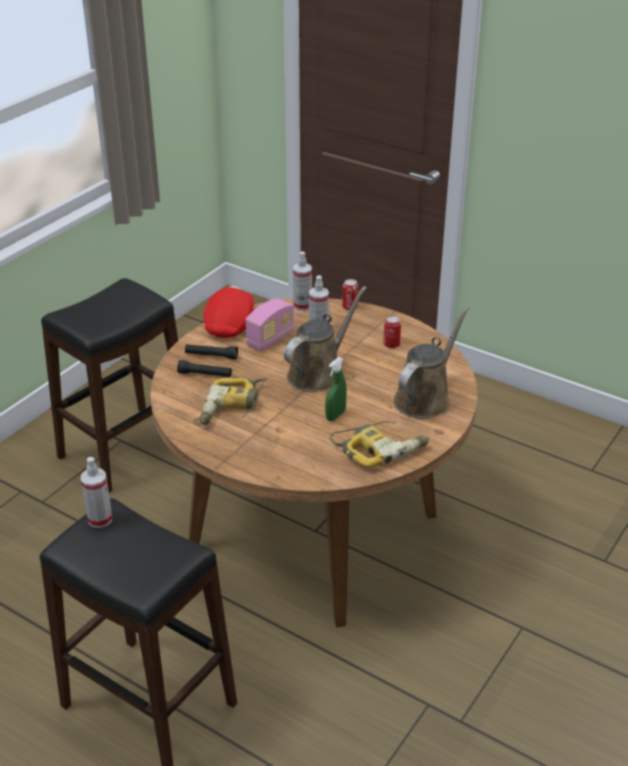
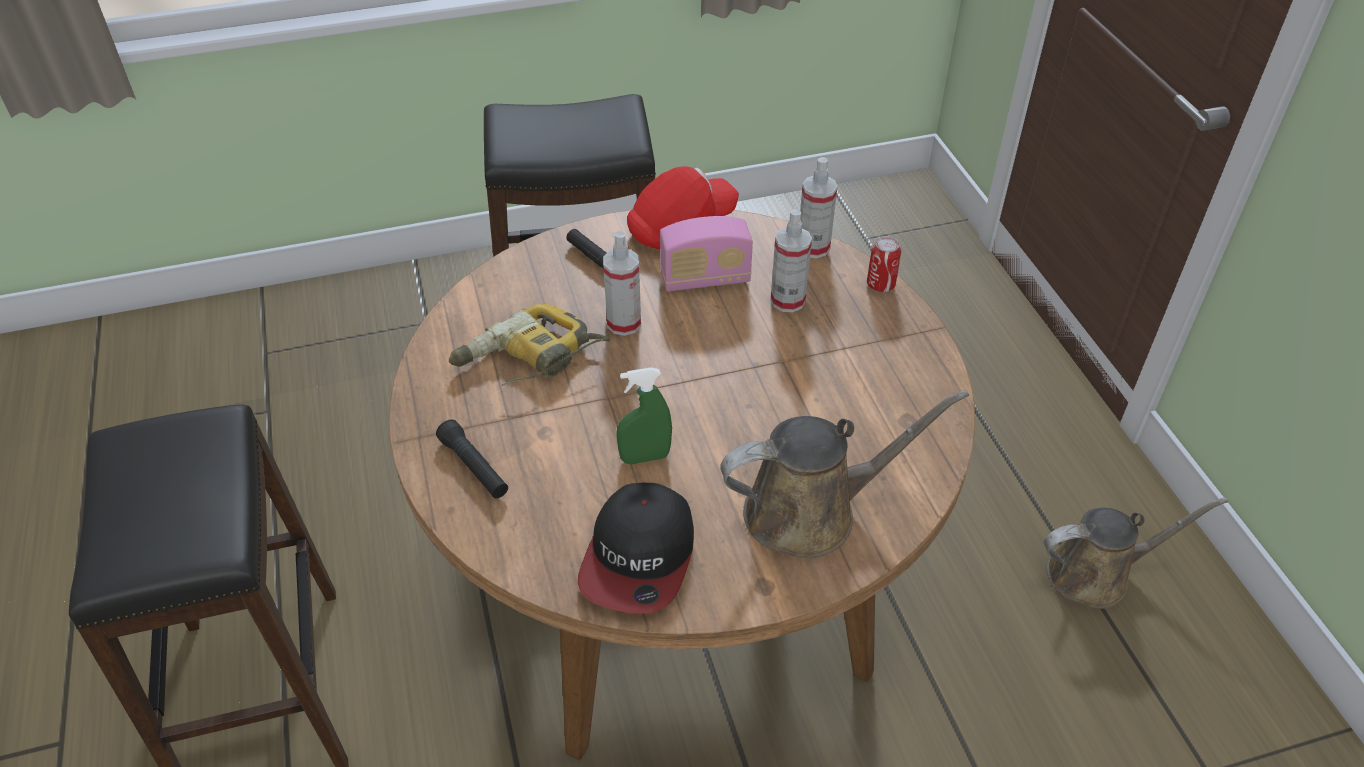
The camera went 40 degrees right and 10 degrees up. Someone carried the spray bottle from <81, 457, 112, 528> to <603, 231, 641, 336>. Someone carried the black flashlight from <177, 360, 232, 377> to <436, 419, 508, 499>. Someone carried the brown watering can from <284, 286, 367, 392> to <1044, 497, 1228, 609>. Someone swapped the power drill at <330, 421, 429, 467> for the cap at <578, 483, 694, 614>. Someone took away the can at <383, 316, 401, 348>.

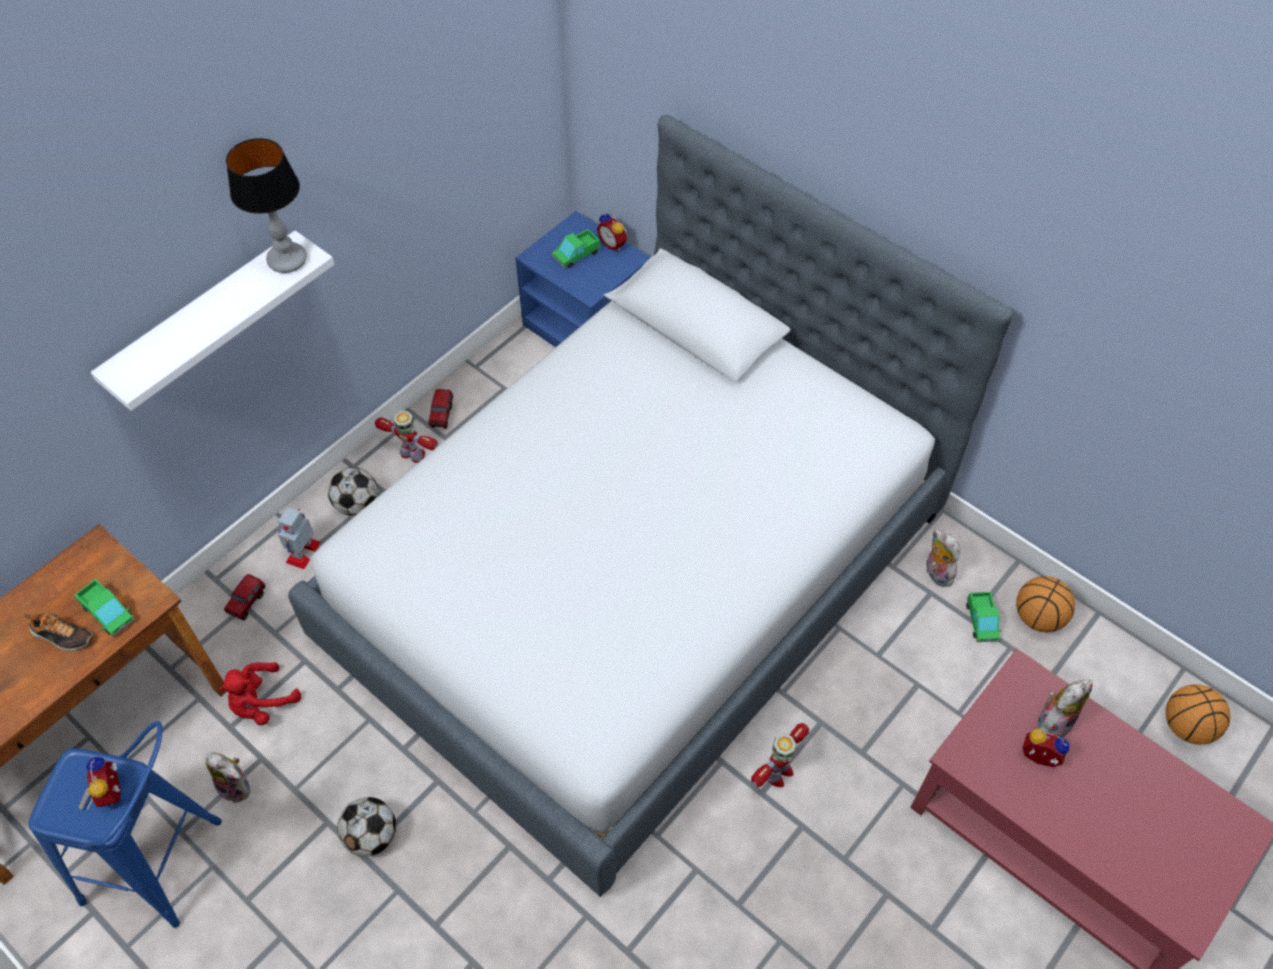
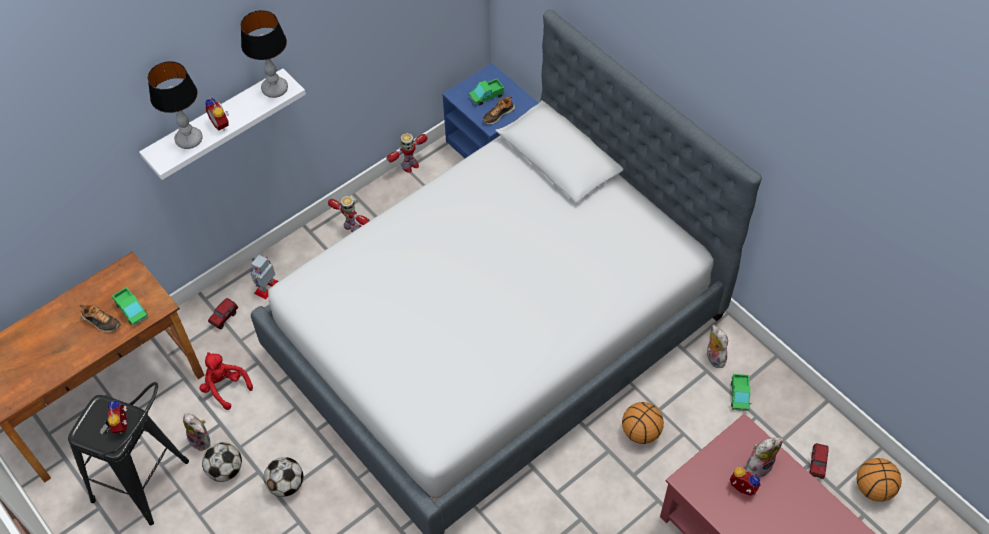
The camera went 10 degrees right and 0 degrees up. Someone repainted the blue stool at <28, 721, 222, 928>, which became the black stool at <68, 382, 189, 525>. Someone rotated the red plush toy at <218, 662, 301, 725> by 75 degrees clockwise. Someone carried the football from <328, 467, 378, 516> to <202, 442, 242, 482>. Someone carried the toy truck from <428, 389, 453, 429> to <809, 443, 829, 479>. Someone carried the alarm clock from <597, 212, 627, 251> to <205, 97, 229, 130>. Someone carried the toy robot from <751, 723, 809, 787> to <386, 133, 428, 173>. Someone carried the basketball from <1016, 576, 1075, 633> to <622, 402, 664, 444>. Someone put down the table lamp at <147, 61, 203, 149>. Someone put down the shoe at <483, 96, 515, 124>.

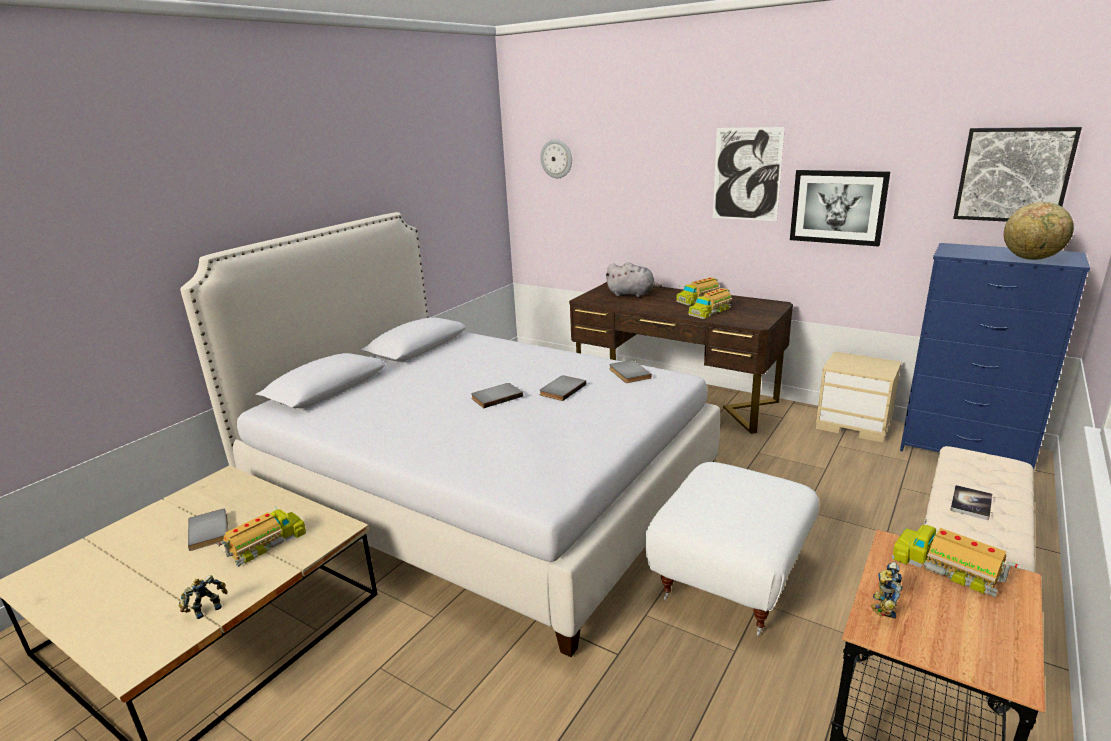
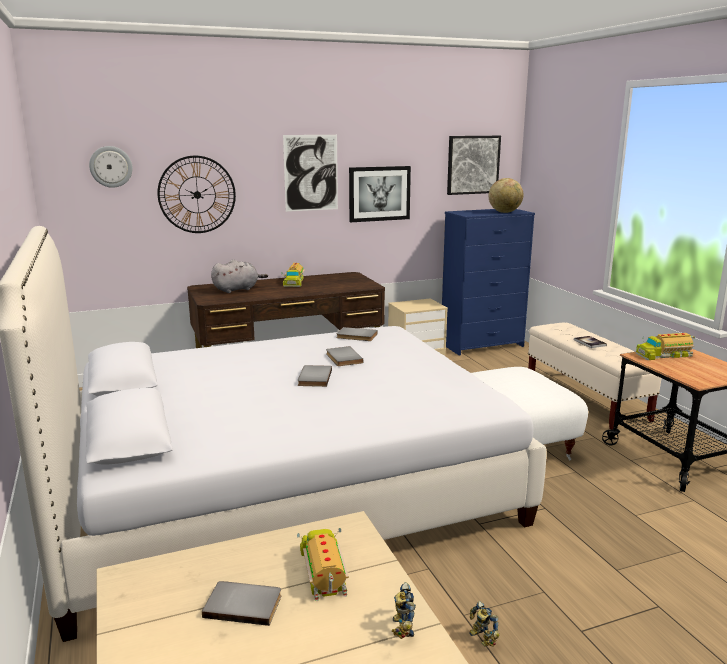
The camera went 55 degrees left and 5 degrees down. Someone took away the toy truck at <688, 288, 733, 319>. Someone carried the toy robot from <871, 562, 903, 619> to <469, 601, 500, 646>. Someone put up the wall clock at <157, 156, 236, 233>.

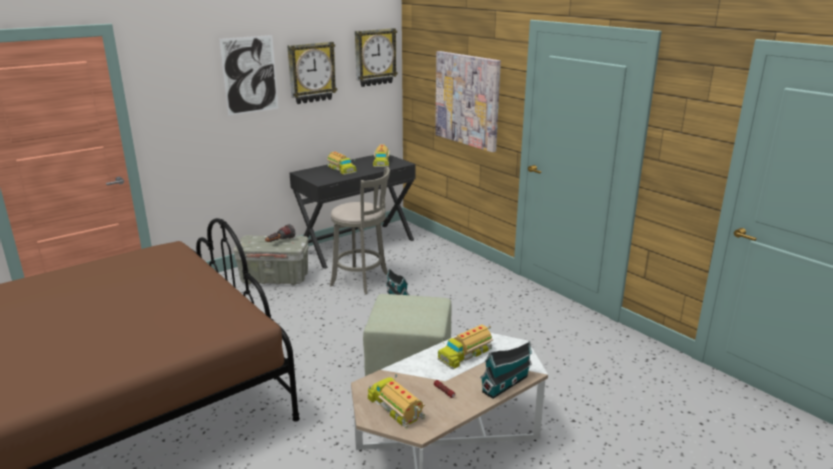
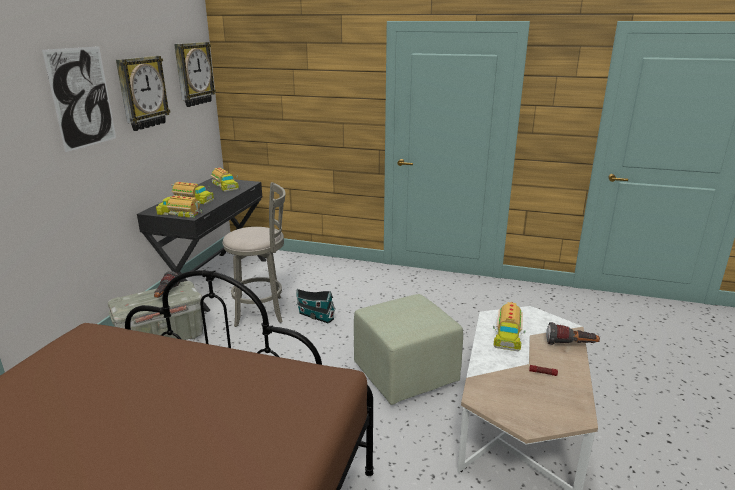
The camera went 35 degrees left and 0 degrees up. Someone carried the toy truck from <368, 374, 425, 428> to <156, 196, 202, 218>. Someone took away the picture at <435, 51, 501, 152>. Someone swapped the toy house at <480, 341, 532, 399> for the flashlight at <546, 322, 600, 345>.

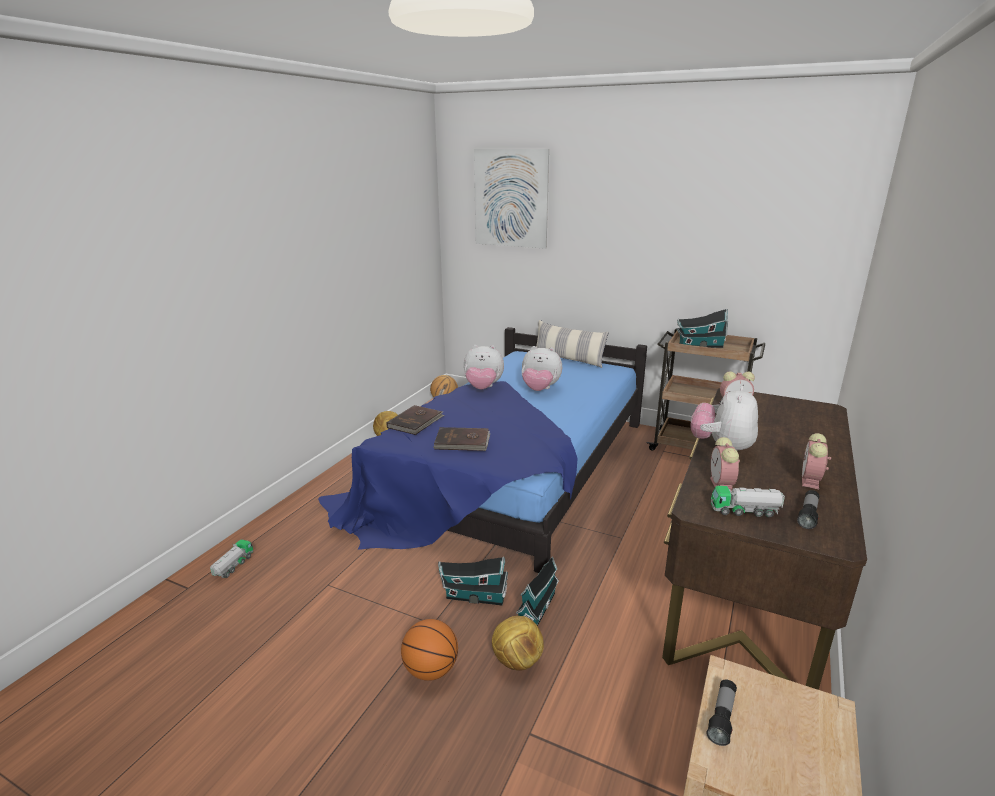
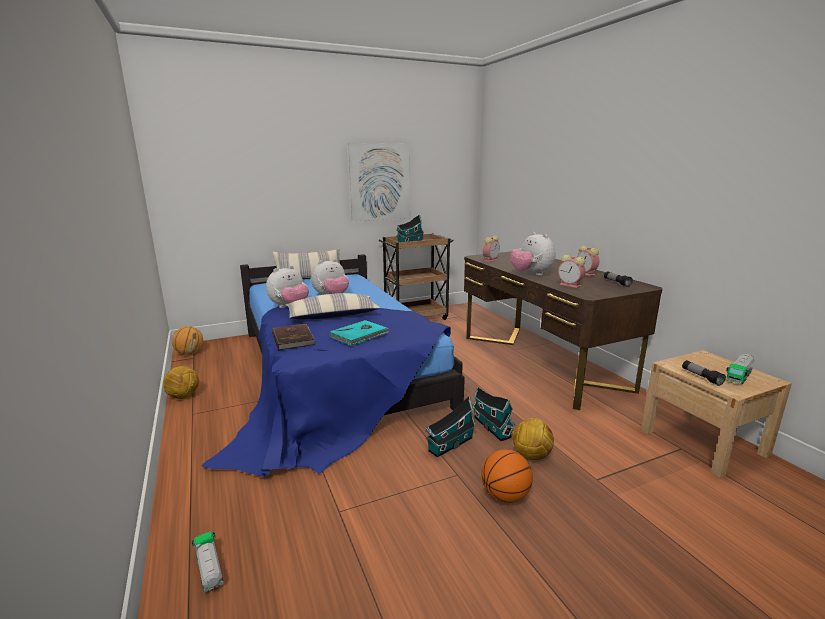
The camera went 50 degrees left and 5 degrees down. Someone repainted the brown book at <433, 427, 490, 451>, which became the turquoise book at <330, 320, 389, 346>. Someone carried the picture from <474, 149, 549, 249> to <348, 143, 410, 221>. Someone carried the toy truck from <711, 486, 785, 517> to <726, 354, 754, 384>. Someone put down the pillow at <285, 293, 380, 320>.

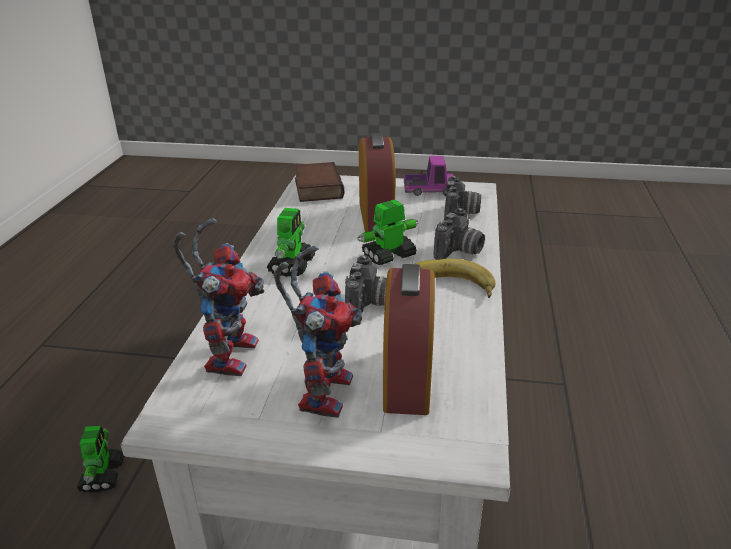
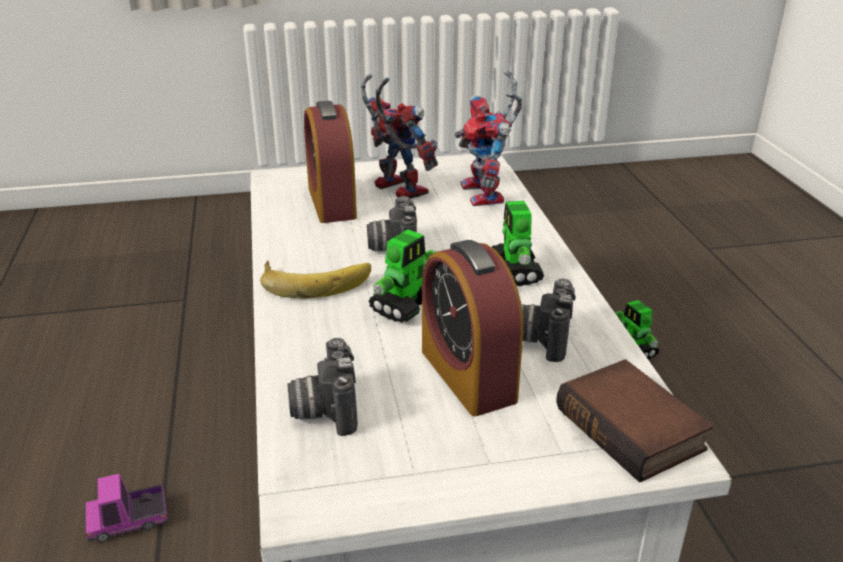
The camera went 160 degrees right and 0 degrees up. Someone rotated the toy robot at <273, 246, 362, 418> by 150 degrees clockwise. Someone carried the toy truck from <404, 156, 454, 196> to <86, 474, 168, 542>. Someone carried the photo camera from <434, 208, 485, 260> to <521, 278, 576, 362>.

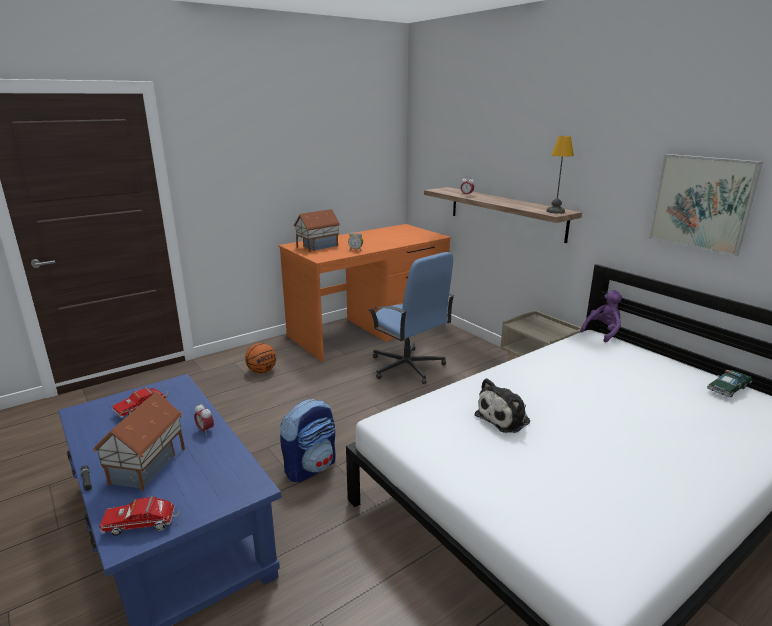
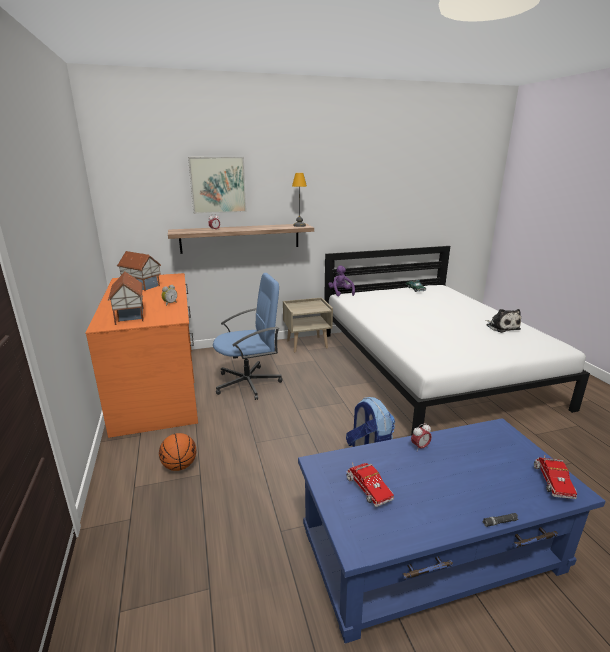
The camera went 70 degrees left and 0 degrees up. Someone carried the toy house from <93, 392, 185, 491> to <117, 251, 161, 291>. Someone carried the plush toy from <475, 378, 530, 433> to <485, 309, 521, 333>. Someone carried the picture from <649, 154, 763, 256> to <188, 157, 247, 214>.

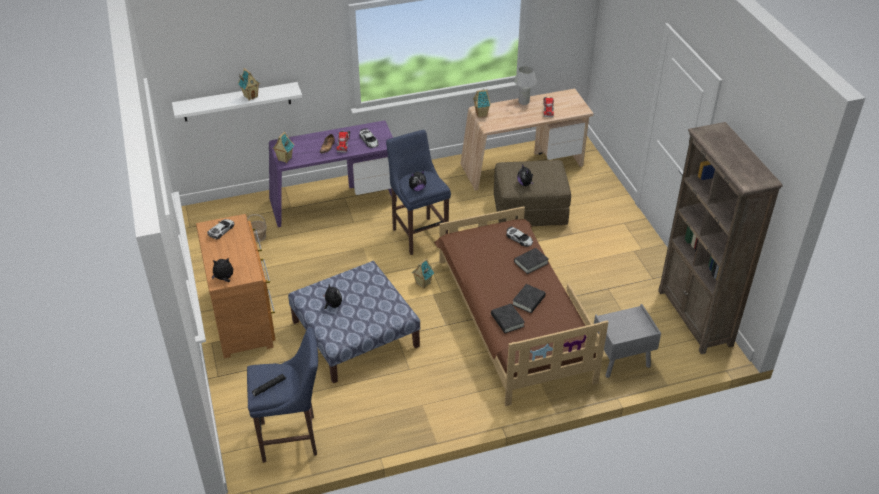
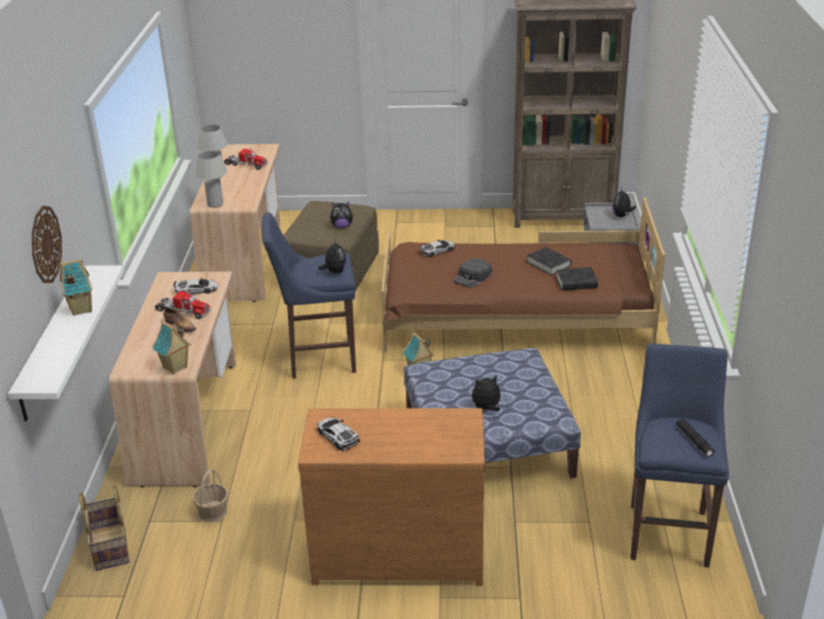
The camera went 70 degrees left and 10 degrees down. Someone carried the plush toy from <212, 258, 233, 282> to <612, 187, 636, 217>. Someone repainted the purple desk at <269, 120, 397, 227>, which became the beige desk at <109, 272, 236, 487>. Someone swapped the toy house at <473, 90, 491, 117> for the white table lamp at <195, 151, 227, 208>. Someone took away the black book at <514, 248, 548, 274>. Someone put up the wall clock at <32, 206, 62, 283>. Someone put down the basket at <79, 484, 130, 571>. Someone put down the black cap at <454, 258, 492, 288>.

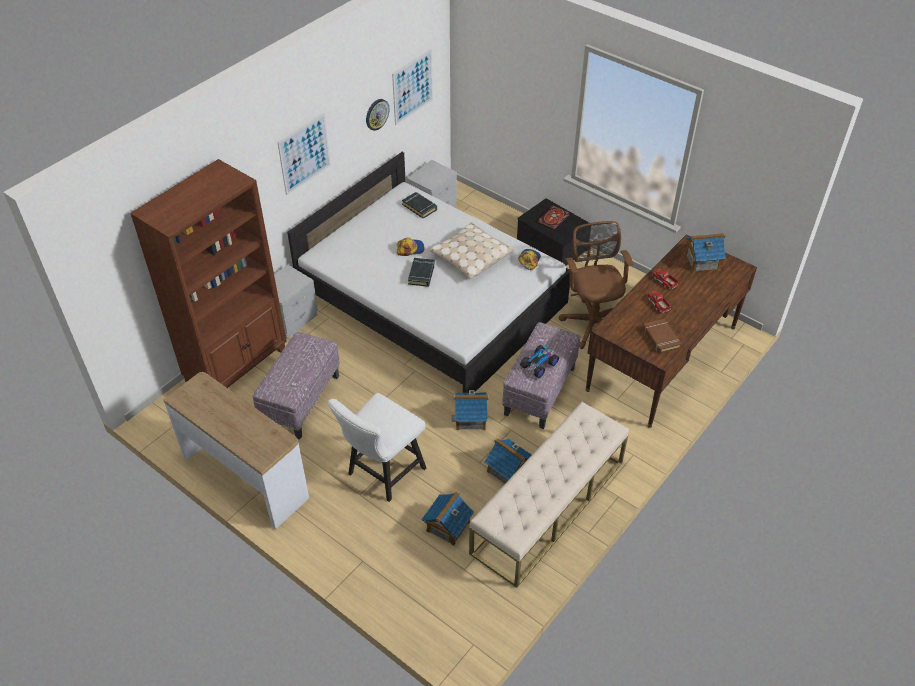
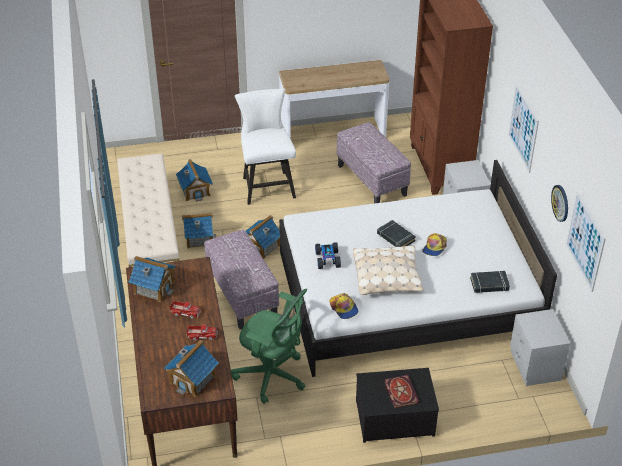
The camera went 130 degrees right and 5 degrees down. Someone carried the toy car from <520, 345, 559, 378> to <315, 242, 341, 269>. Someone repainted the brown office chair at <559, 221, 634, 349>, which became the green office chair at <231, 289, 308, 404>. Someone swapped the brown book at <643, 319, 681, 354> for the toy house at <129, 256, 176, 302>.

